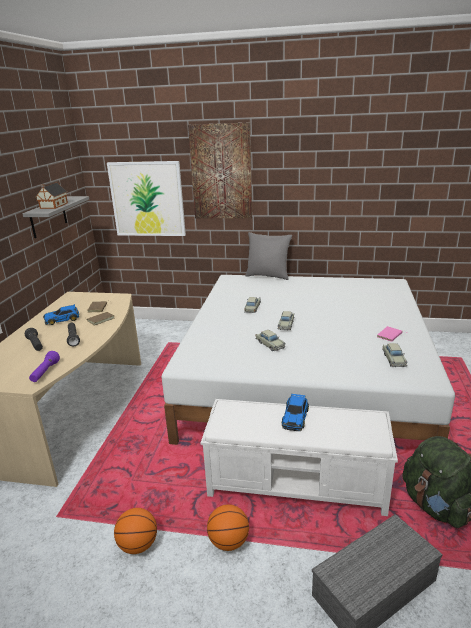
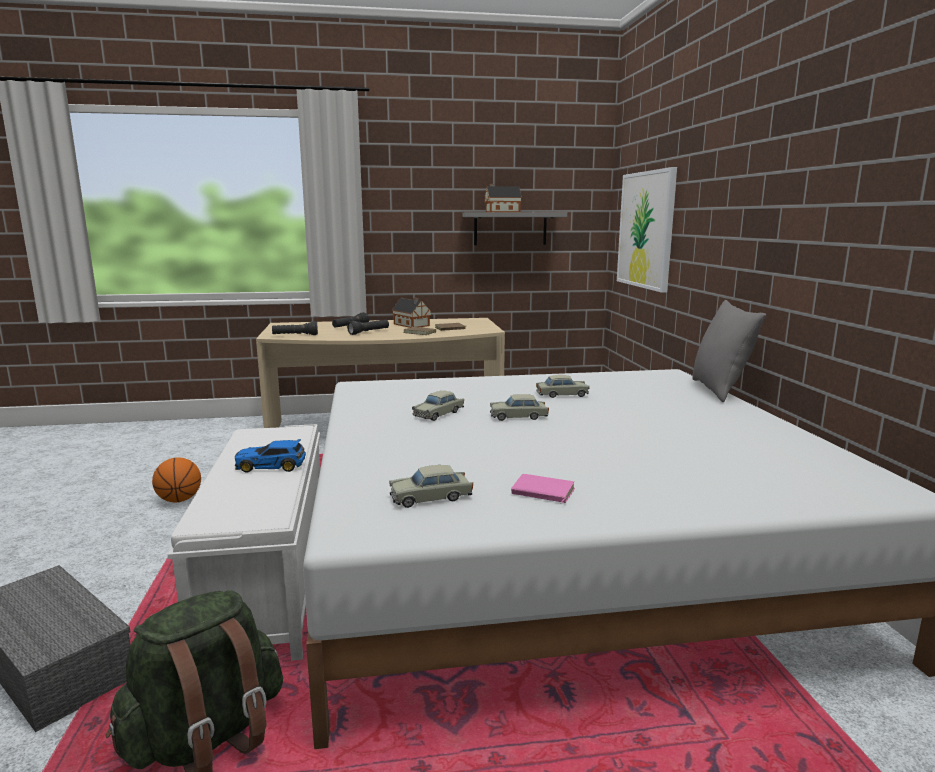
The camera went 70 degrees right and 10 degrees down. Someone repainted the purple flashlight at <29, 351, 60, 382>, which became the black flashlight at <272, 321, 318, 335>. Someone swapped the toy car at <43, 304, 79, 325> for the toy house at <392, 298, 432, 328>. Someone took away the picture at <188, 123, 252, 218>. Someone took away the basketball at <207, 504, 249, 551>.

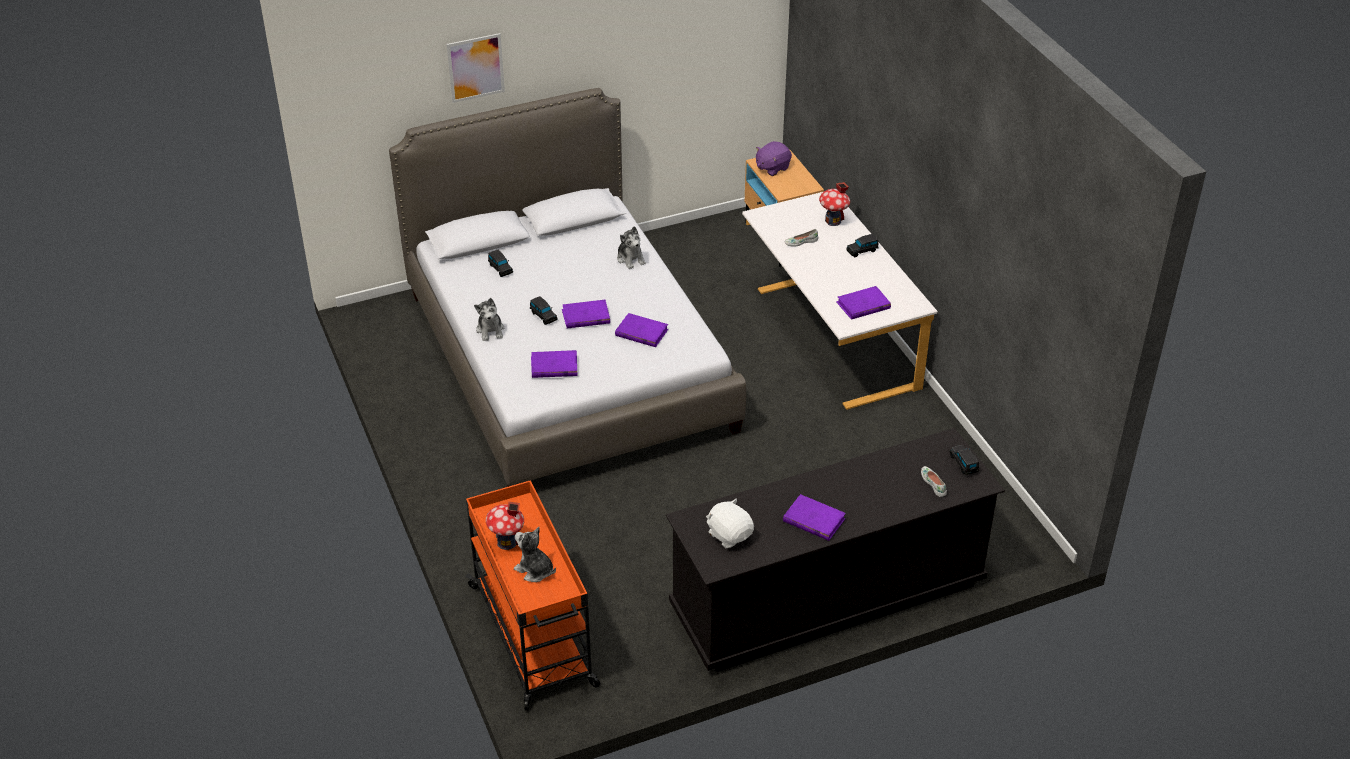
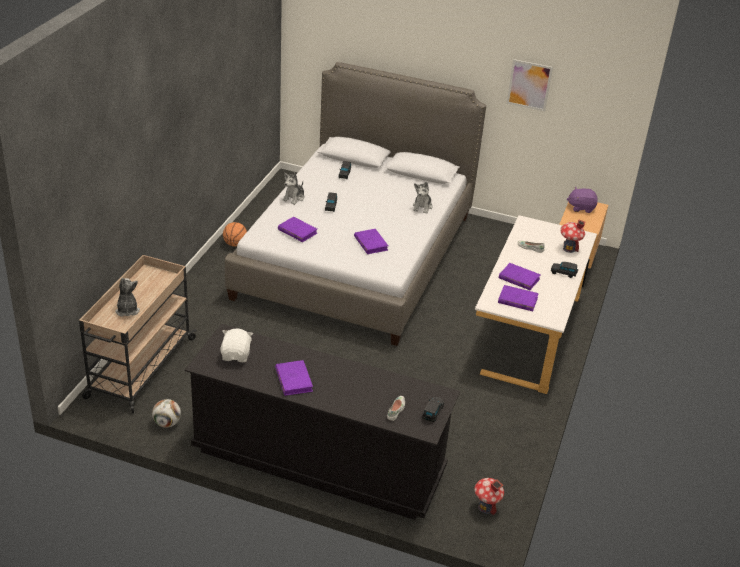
The camera went 40 degrees right and 5 degrees down. Someone carried the picture from <446, 33, 505, 103> to <507, 59, 553, 111>. Someone repainted the orange cart at <465, 480, 601, 711>, which became the beige cart at <79, 255, 197, 414>. Someone carried the toy house from <486, 502, 524, 550> to <475, 478, 504, 515>. Someone carried the purple book from <562, 300, 610, 328> to <499, 263, 541, 290>. Someone put down the football at <152, 399, 181, 428>. Someone put down the basketball at <223, 222, 247, 247>.

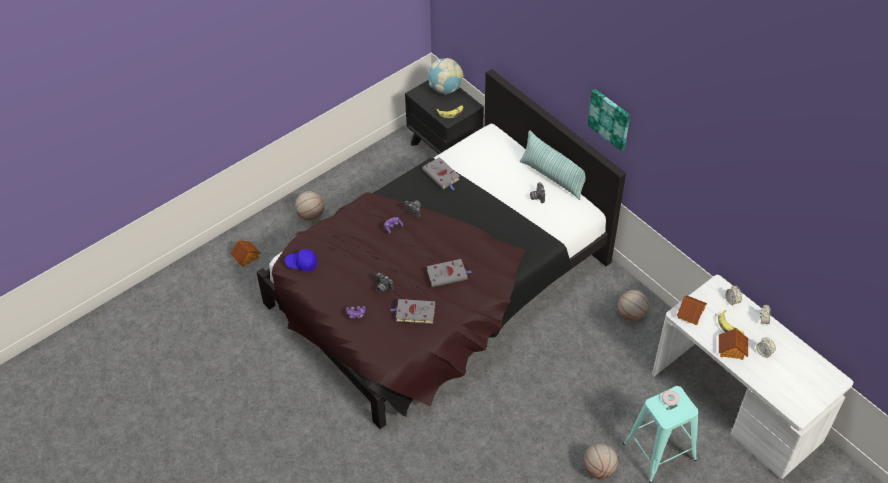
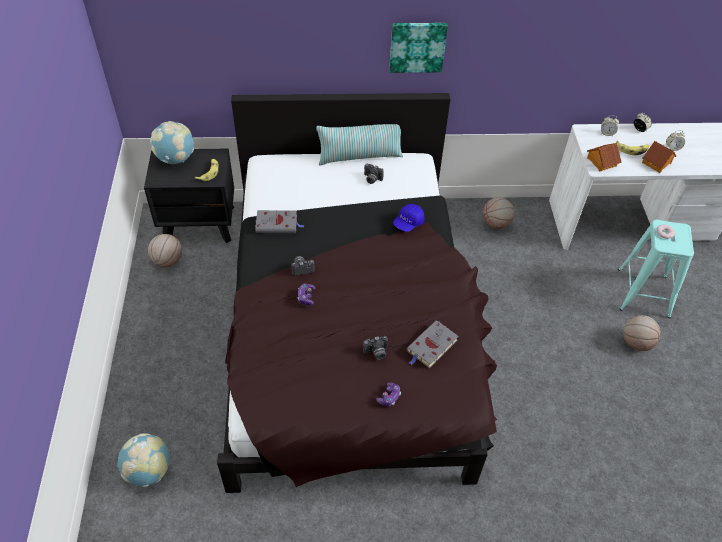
The camera went 55 degrees left and 0 degrees up. Someone swapped the toy house at <230, 240, 260, 267> for the globe at <117, 433, 170, 487>. Someone carried the blue cap from <285, 249, 317, 271> to <393, 204, 424, 232>. Someone carried the basketball from <295, 191, 324, 220> to <148, 234, 182, 267>. Someone took away the grey book at <427, 259, 472, 287>.

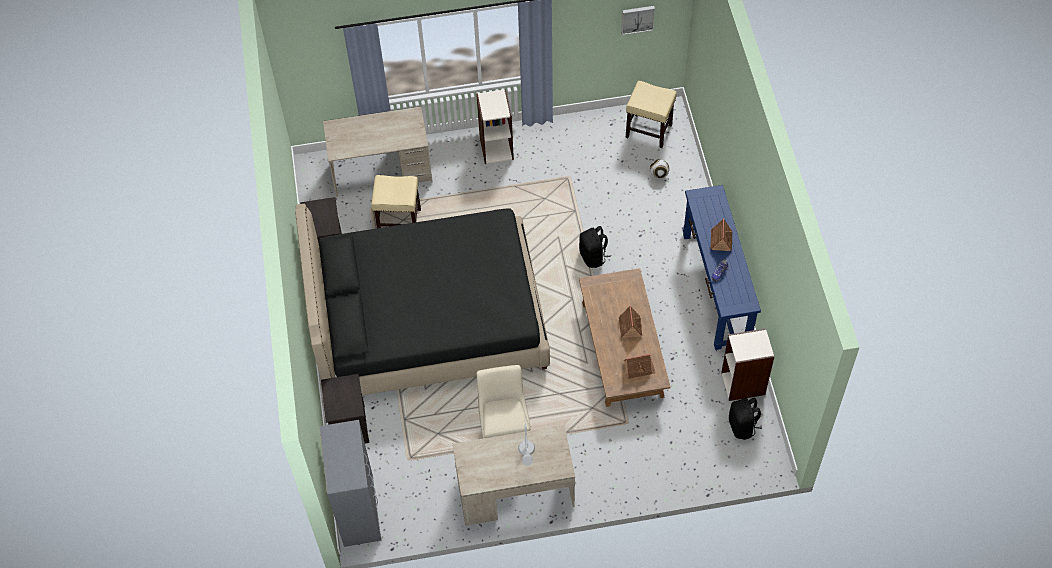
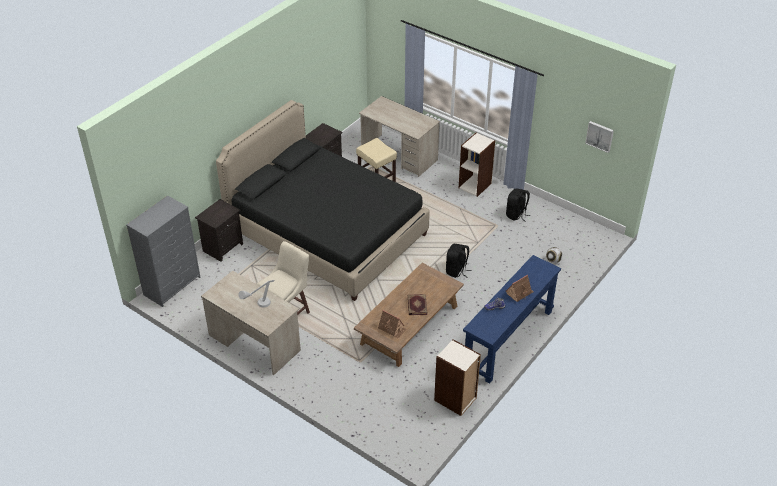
The camera went 45 degrees right and 15 degrees down. Someone swapped the toy house at <619, 305, 642, 338> for the book at <408, 294, 427, 315>. Someone took away the beige stool at <626, 81, 677, 148>. Someone carried the black backpack from <729, 398, 762, 440> to <506, 188, 530, 222>.

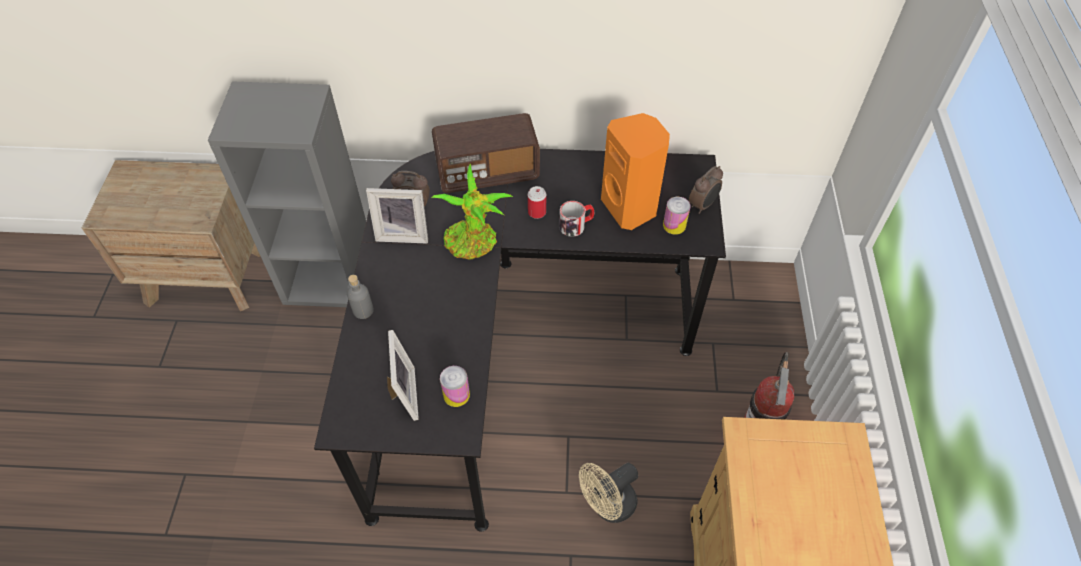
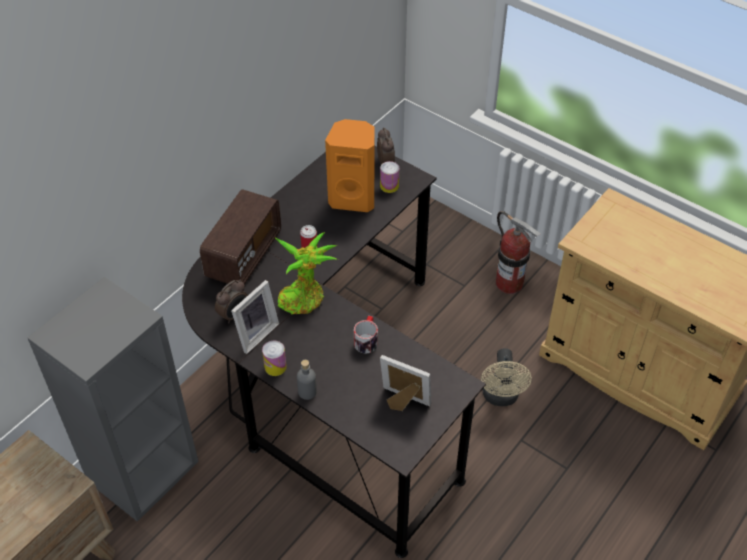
The camera went 55 degrees left and 5 degrees down. Someone carried the can from <440, 366, 470, 407> to <262, 341, 287, 376>. Someone carried the mug from <559, 201, 594, 237> to <354, 316, 378, 354>.

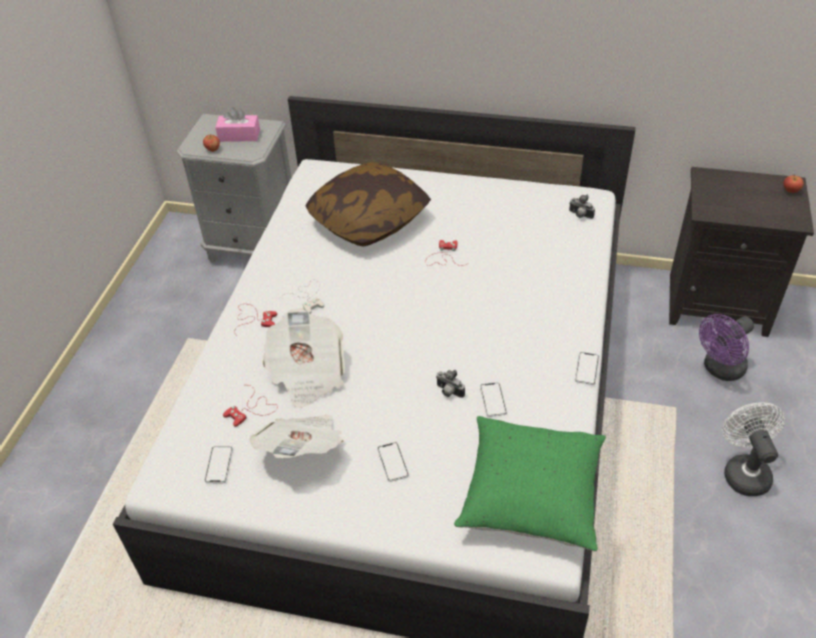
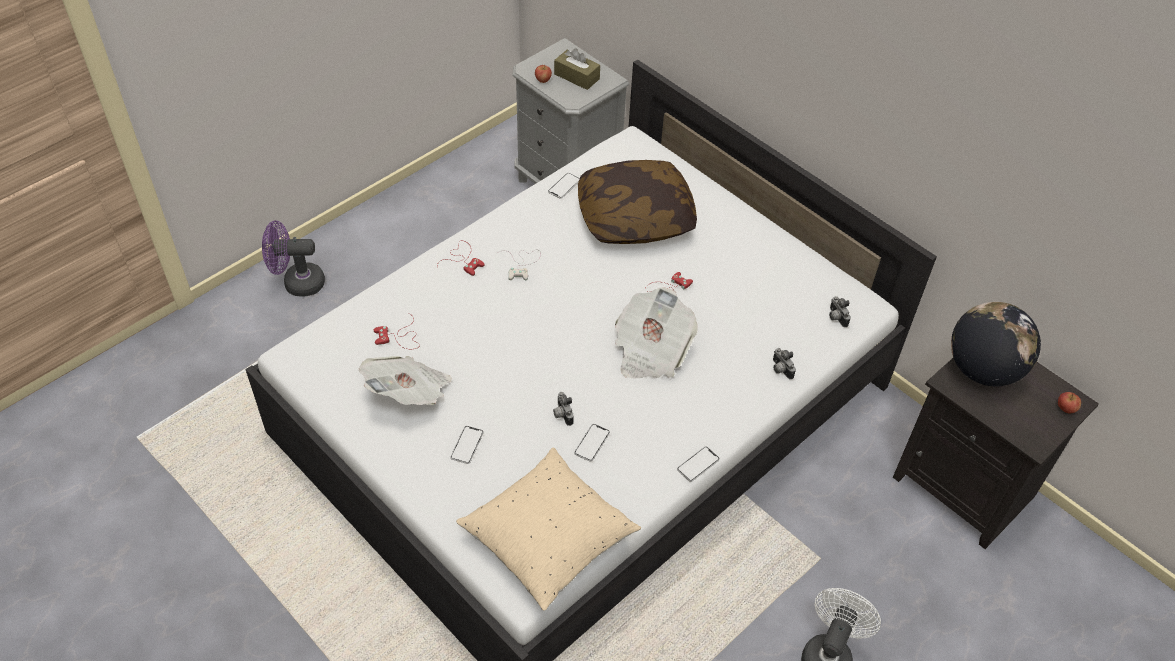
The camera went 30 degrees right and 5 degrees up. Someone carried the phone from <204, 446, 233, 483> to <548, 173, 580, 199>. Someone repainted the pink tissue box at <215, 107, 260, 142>, which became the brown tissue box at <554, 48, 600, 90>. Someone carried the newspaper from <262, 308, 345, 408> to <615, 287, 698, 379>. Someone repainted the green pillow at <454, 416, 606, 551>, which became the beige pillow at <456, 448, 641, 611>. Someone carried the purple fan from <699, 314, 754, 381> to <262, 221, 325, 297>. Someone put down the photo camera at <773, 348, 796, 379>. Someone put down the globe at <951, 302, 1041, 386>.

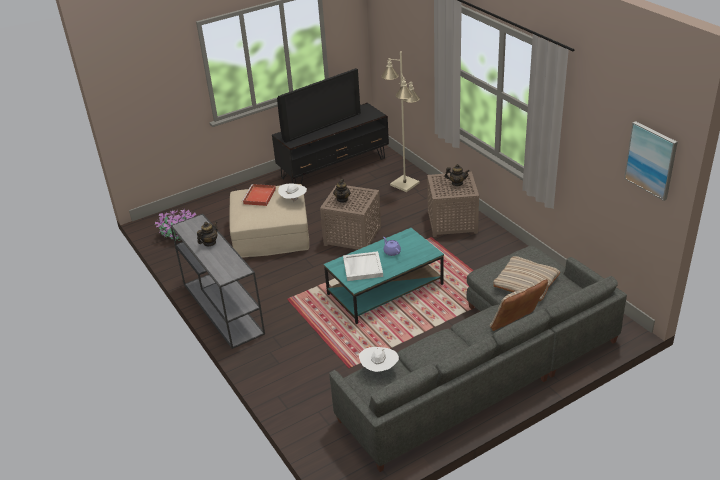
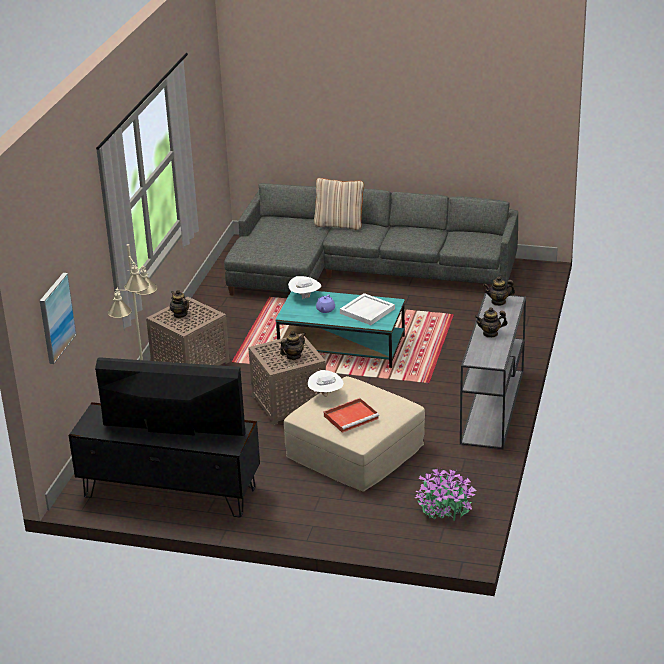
The camera went 135 degrees left and 5 degrees down. Someone carried the white hat from <359, 347, 399, 372> to <288, 276, 321, 300>. Someone took away the beige pillow at <493, 256, 560, 301>. Someone carried the picture from <624, 121, 678, 201> to <40, 273, 77, 364>. Someone put down the teapot at <483, 276, 515, 306>.

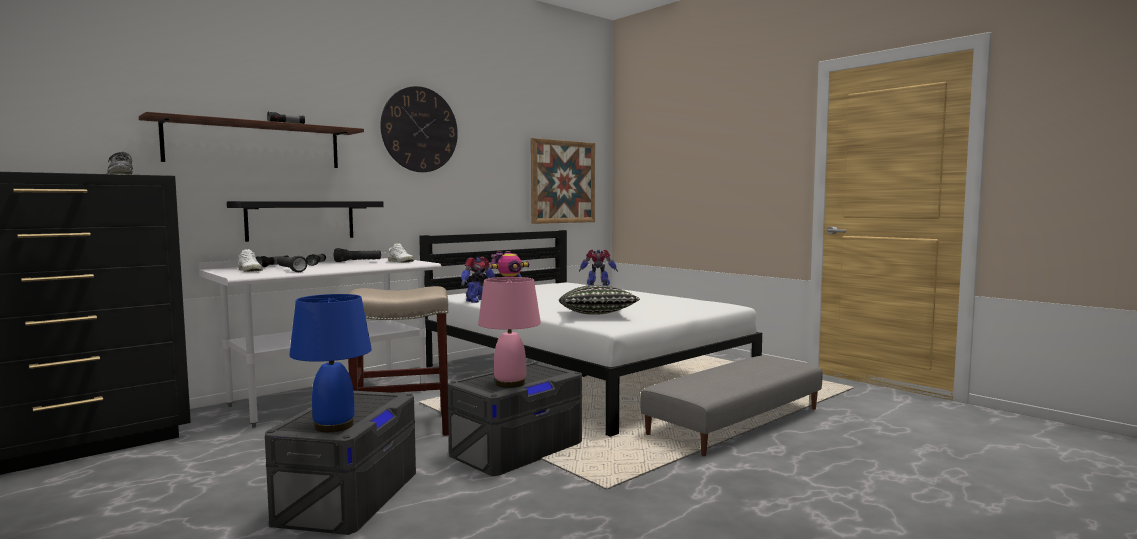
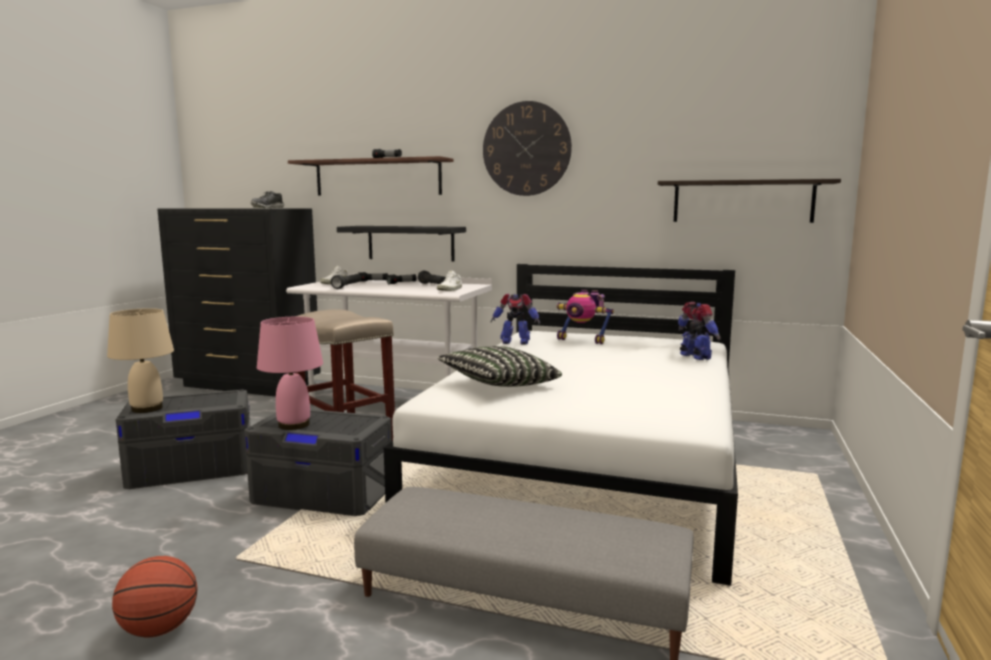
The camera went 60 degrees right and 5 degrees up. Someone repainted the blue table lamp at <289, 294, 372, 432>, which became the beige table lamp at <107, 308, 174, 413>. Someone swapped the picture at <531, 138, 595, 224> for the shelf at <658, 179, 841, 223>. Someone put down the basketball at <112, 556, 197, 638>.

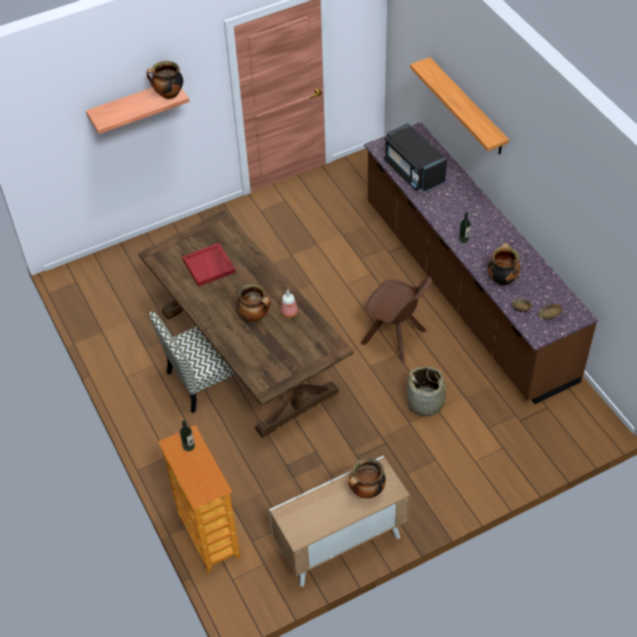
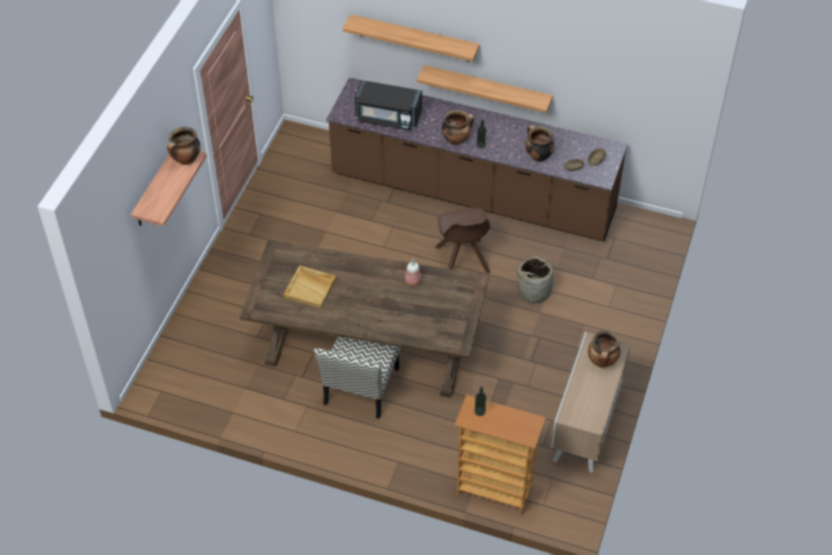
The camera went 45 degrees left and 0 degrees up. Someone repainted the red tray at <182, 243, 235, 287>, which became the beige tray at <283, 265, 336, 309>. Someone carried the cooking pot from <237, 284, 271, 322> to <442, 110, 474, 145>. Someone rotated the brown chair at <361, 277, 432, 363> by 90 degrees clockwise. Someone put up the shelf at <417, 65, 553, 113>.

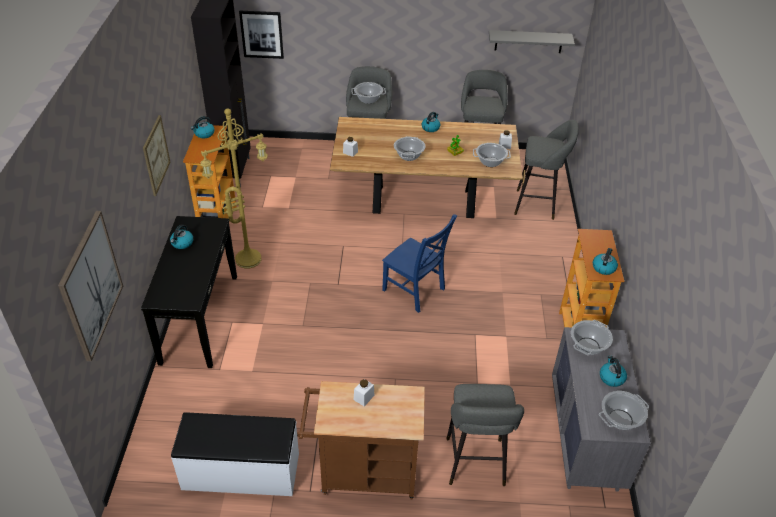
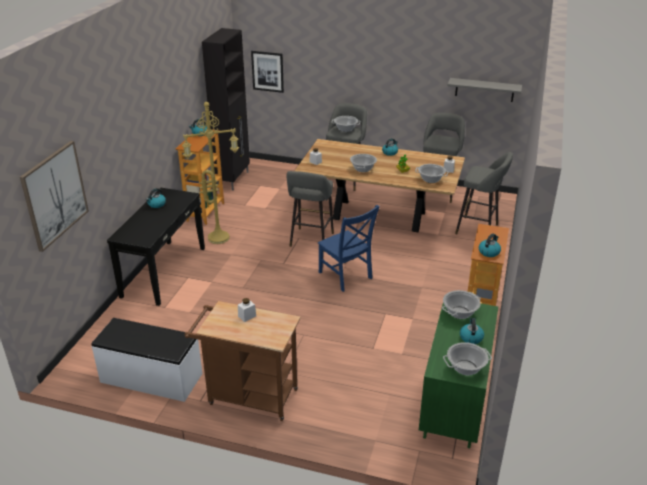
The camera went 15 degrees right and 10 degrees down. Someone took away the picture at <143, 115, 170, 196>. Someone carried the grey stool from <446, 384, 524, 486> to <287, 171, 334, 252>. Someone repainted the grey dresser at <552, 327, 650, 492>, which became the green dresser at <419, 303, 498, 448>.

